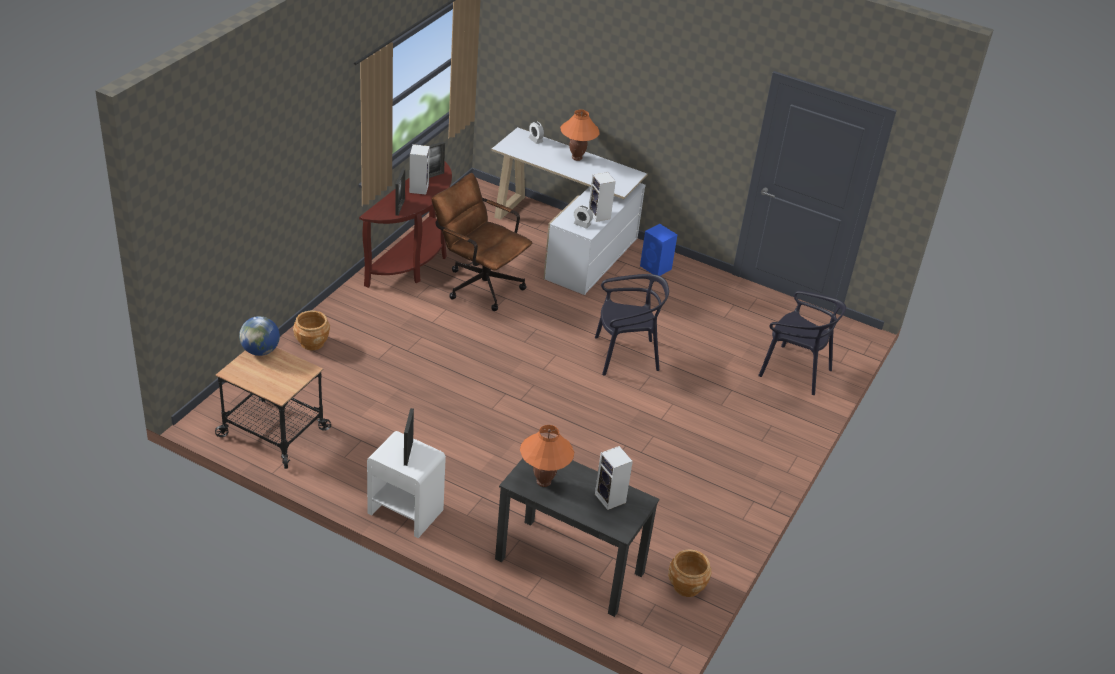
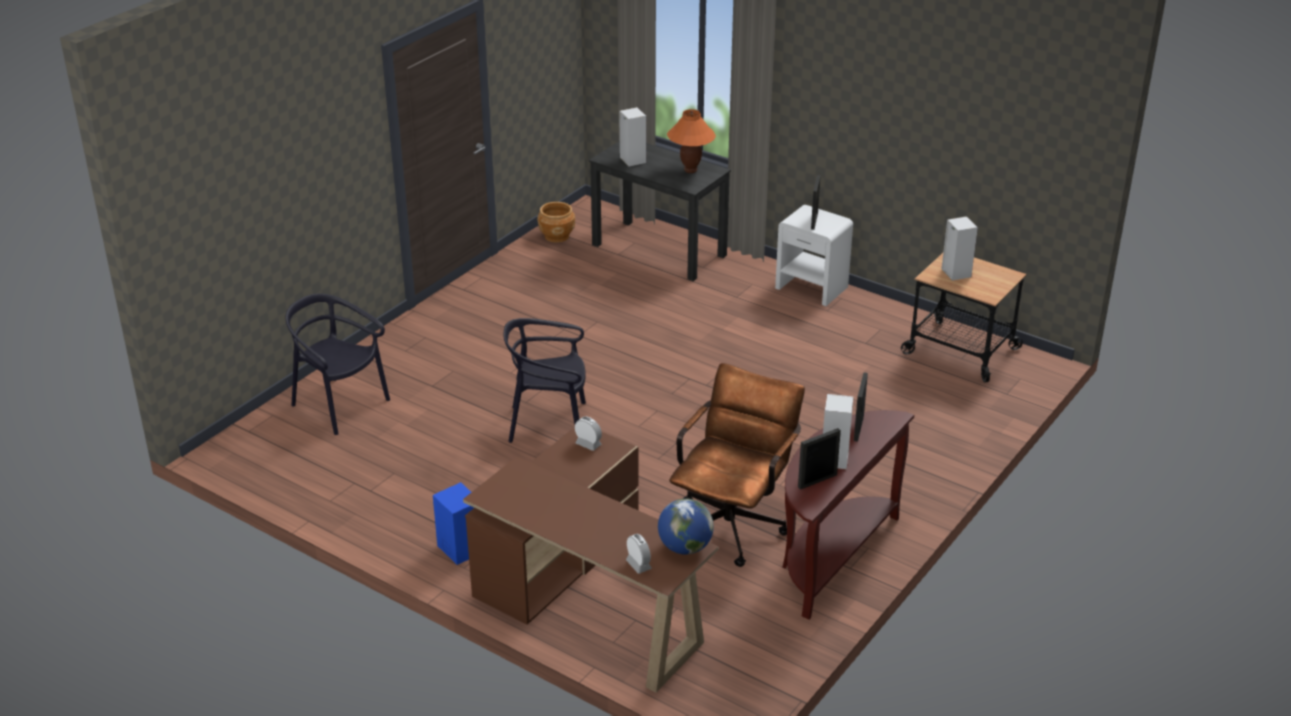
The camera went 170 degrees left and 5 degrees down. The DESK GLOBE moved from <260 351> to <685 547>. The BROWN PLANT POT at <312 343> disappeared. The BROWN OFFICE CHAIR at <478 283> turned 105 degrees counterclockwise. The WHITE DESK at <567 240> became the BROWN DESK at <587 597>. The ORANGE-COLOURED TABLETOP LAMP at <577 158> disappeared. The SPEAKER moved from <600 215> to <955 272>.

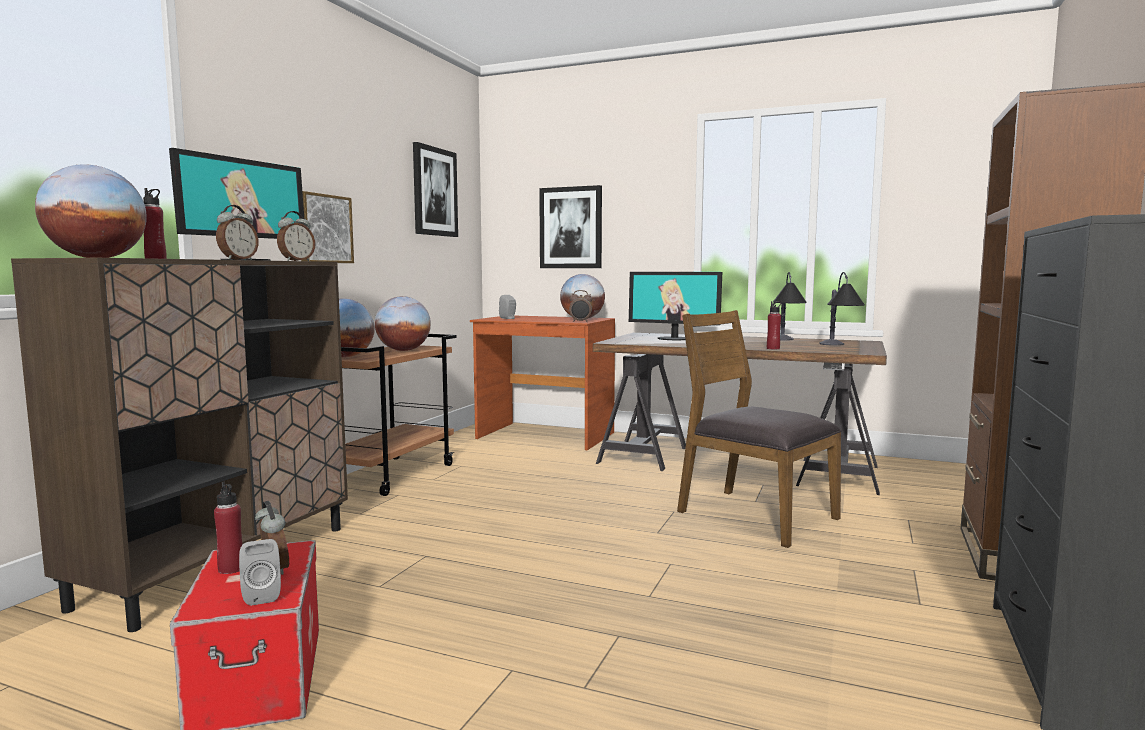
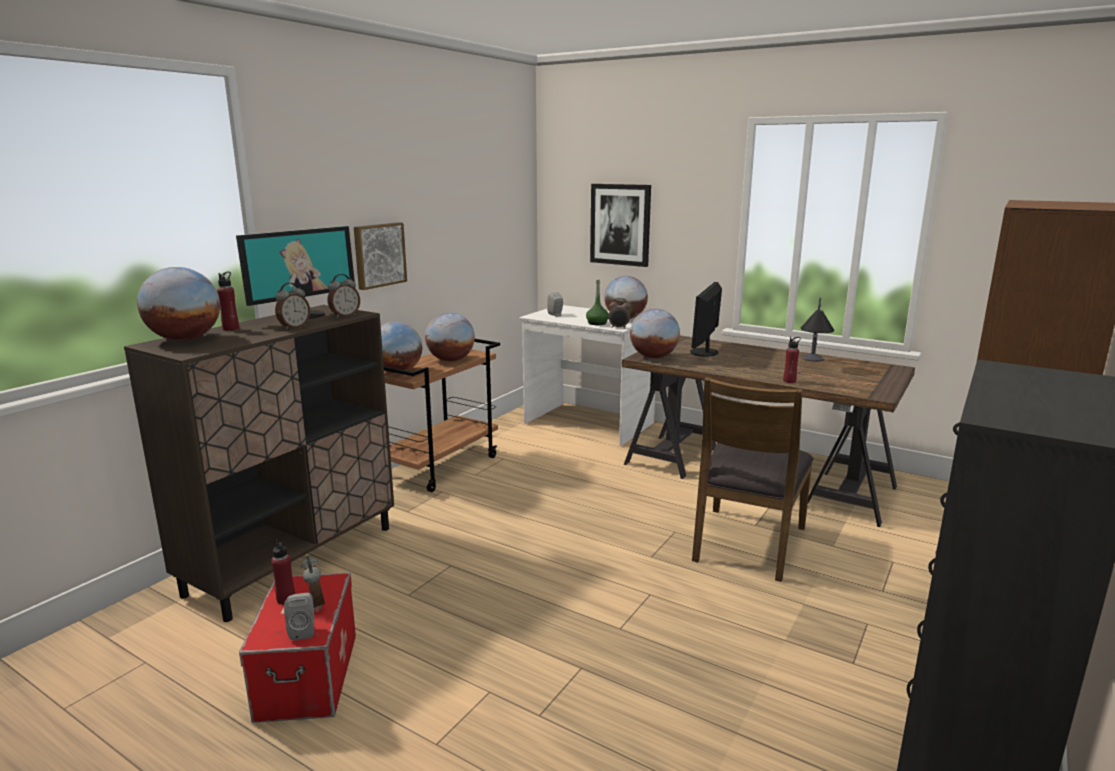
The camera went 10 degrees right and 10 degrees up. The PICTURE at <434 192> disappeared. The BROWN DESK at <544 436> became the WHITE DESK at <587 423>. The COMPUTER DISPLAY at <674 338> turned 75 degrees clockwise. The BROWN CHAIR at <754 515> turned 120 degrees counterclockwise. The TABLETOP LAMP at <839 346> disappeared. The GREEN BEVERAGE BOTTLE at <597 323> appeared. The DESK GLOBE at <653 357> appeared.

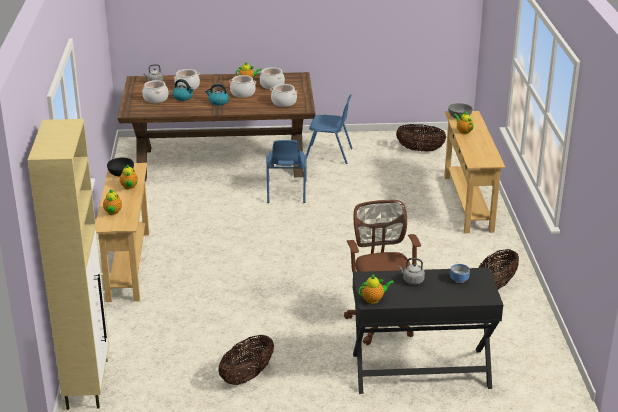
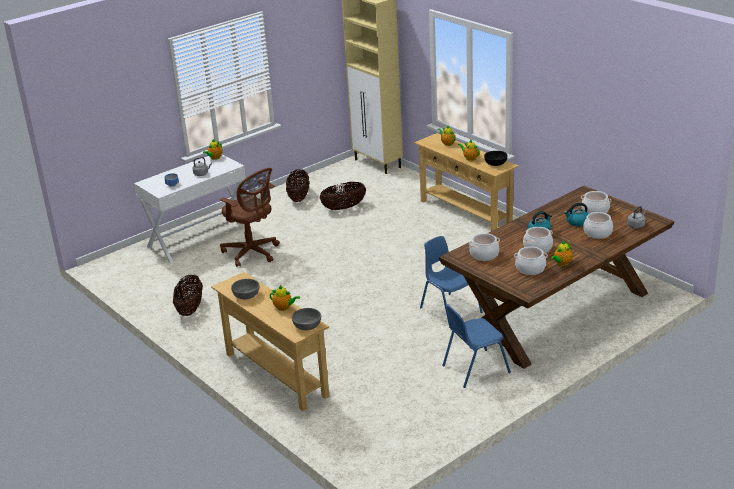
The camera went 145 degrees right and 0 degrees up. The BLACK-COLOURED DESK at <421 371> became the WHITE DESK at <199 238>. The STORAGE BASKET moved from <420 150> to <343 208>. The GRAY BOWL at <246 295> appeared.

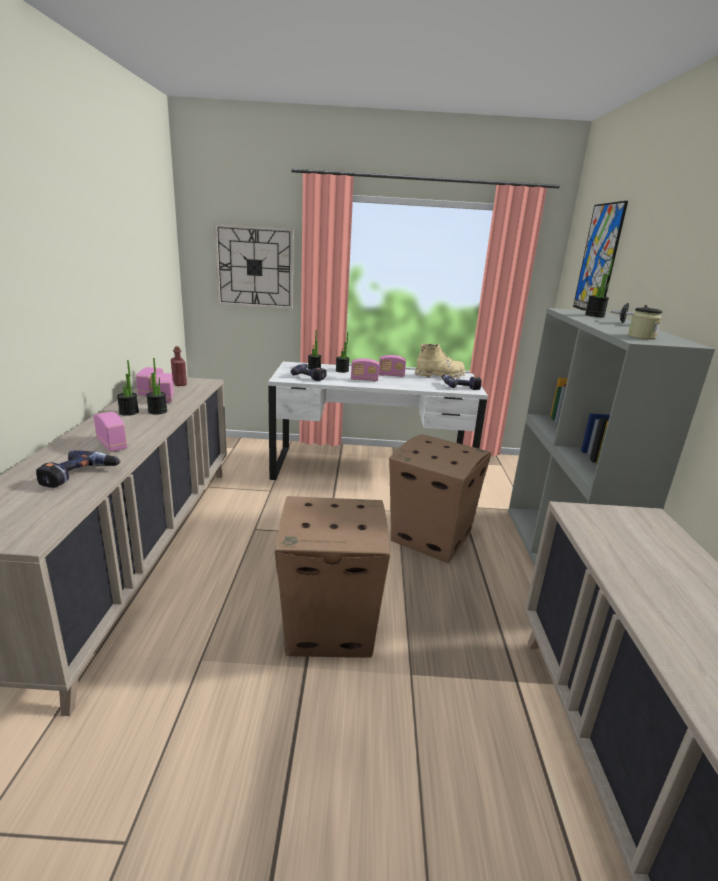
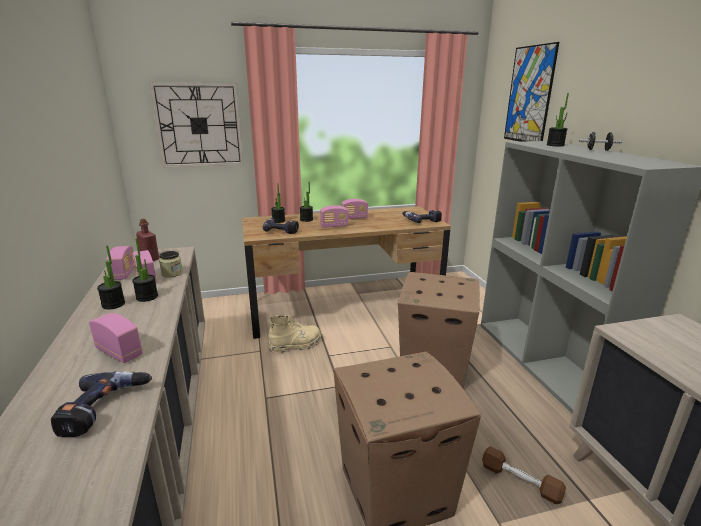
The camera went 15 degrees left and 0 degrees up. The WHITE DESK at <371 469> became the BROWN DESK at <343 308>. The BEIGE TALL BOOT moved from <440 376> to <295 345>. The STORAGE JAR moved from <641 337> to <172 273>. The BROWN HAND WEIGHT at <520 481> appeared.

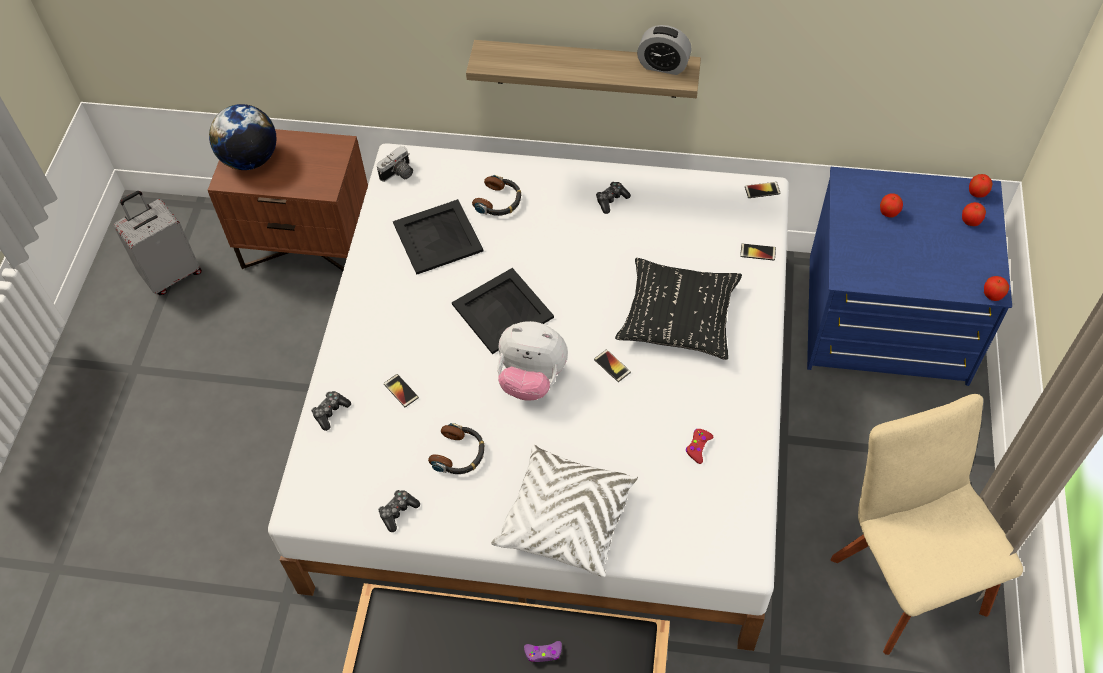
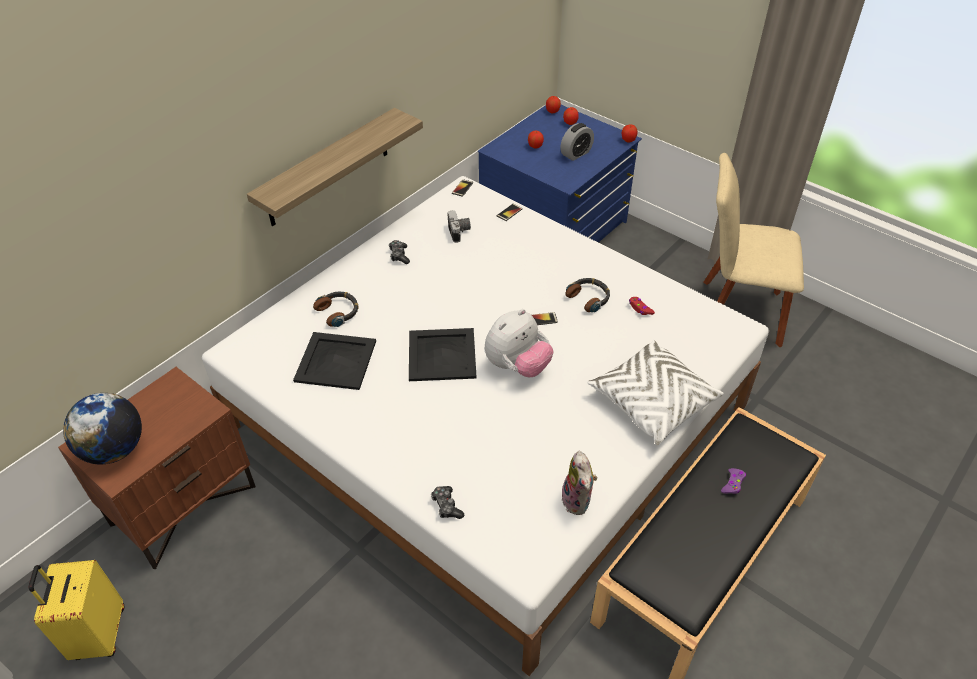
The camera went 60 degrees left and 10 degrees down. The GRAY TRAVEL CASE at <171 274> became the YELLOW TRAVEL CASE at <98 634>. The STILL CAMERA moved from <398 174> to <459 232>. The GAMEPAD at <398 512> was replaced by the SOFT TOY at <578 501>. The PHONE at <401 391> disappeared. The PAIR OF HEADPHONES moved from <459 454> to <589 298>. The BLACK-COLOURED PILLOW at <678 316> disappeared. The TABLE CLOCK moved from <663 66> to <576 154>.

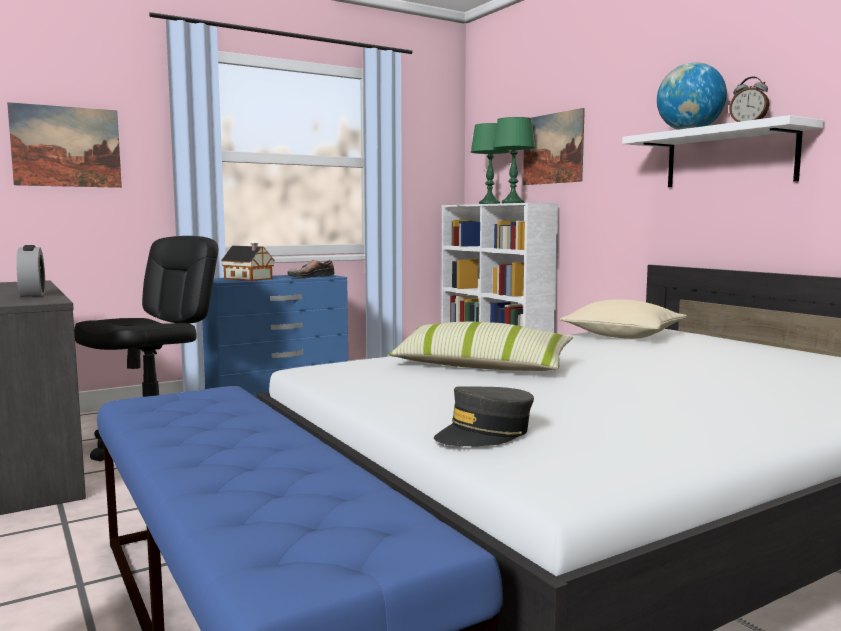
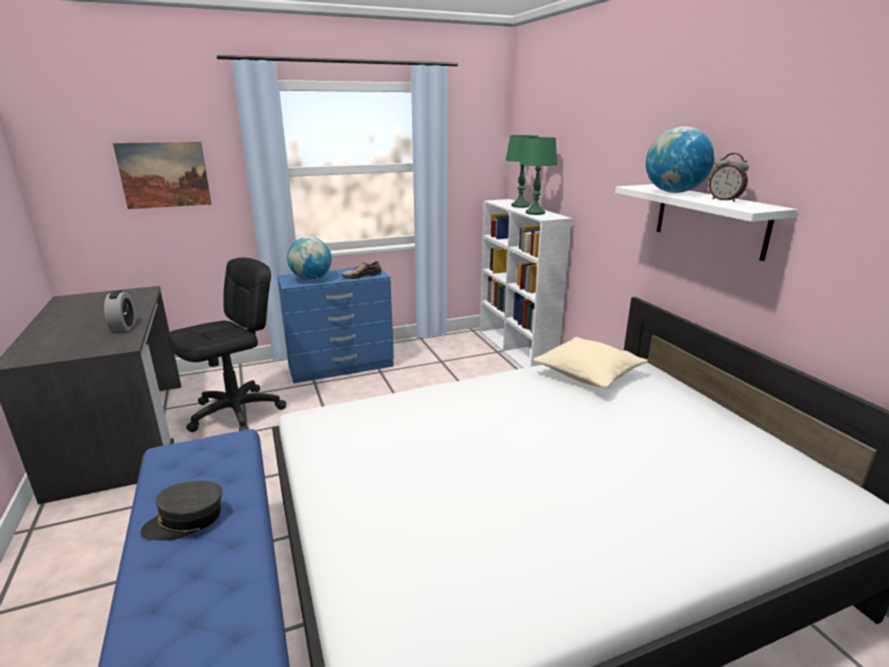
The camera went 10 degrees right and 15 degrees up. The TOY HOUSE at <249 279> was replaced by the DESK GLOBE at <311 279>. The PILLOW at <480 366> disappeared. The GRAY CAP moved from <485 434> to <186 520>. The PICTURE at <552 148> disappeared.

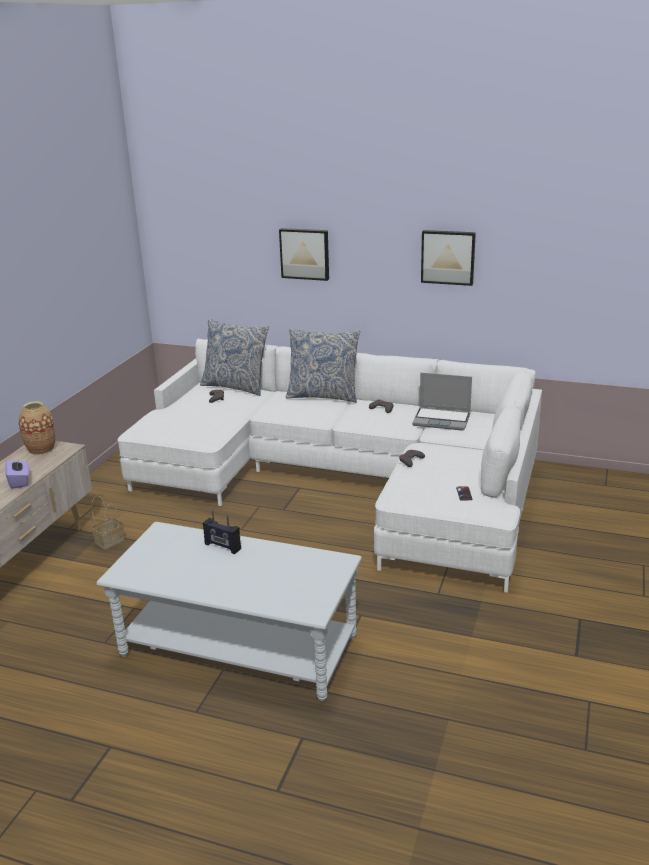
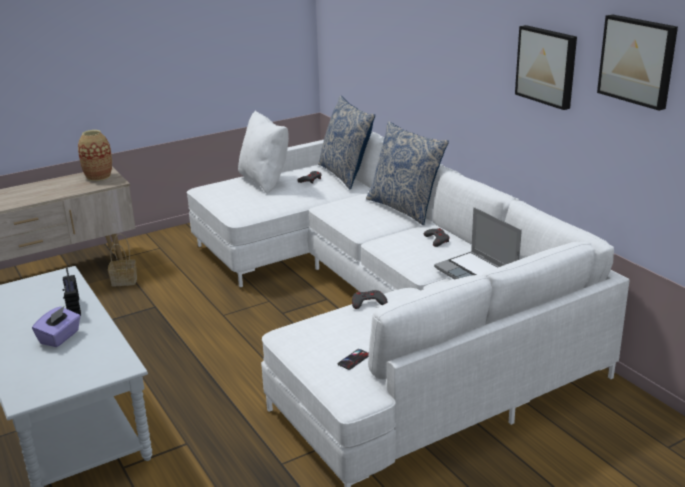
The camera went 40 degrees right and 0 degrees up. The PURPLE-COLOURED TISSUE HOLDER moved from <20 481> to <60 337>. The PICTURE moved from <305 253> to <638 60>. The WHITE PILLOW at <265 181> appeared.

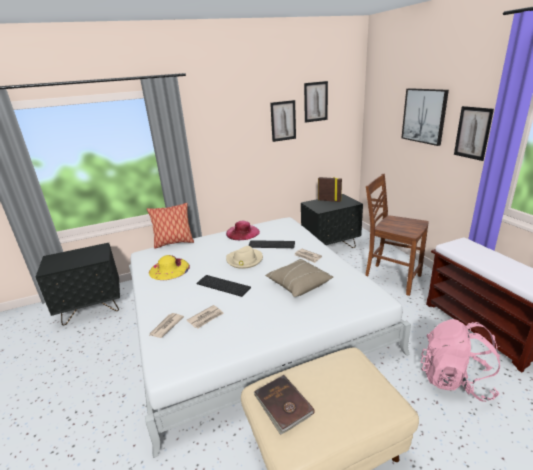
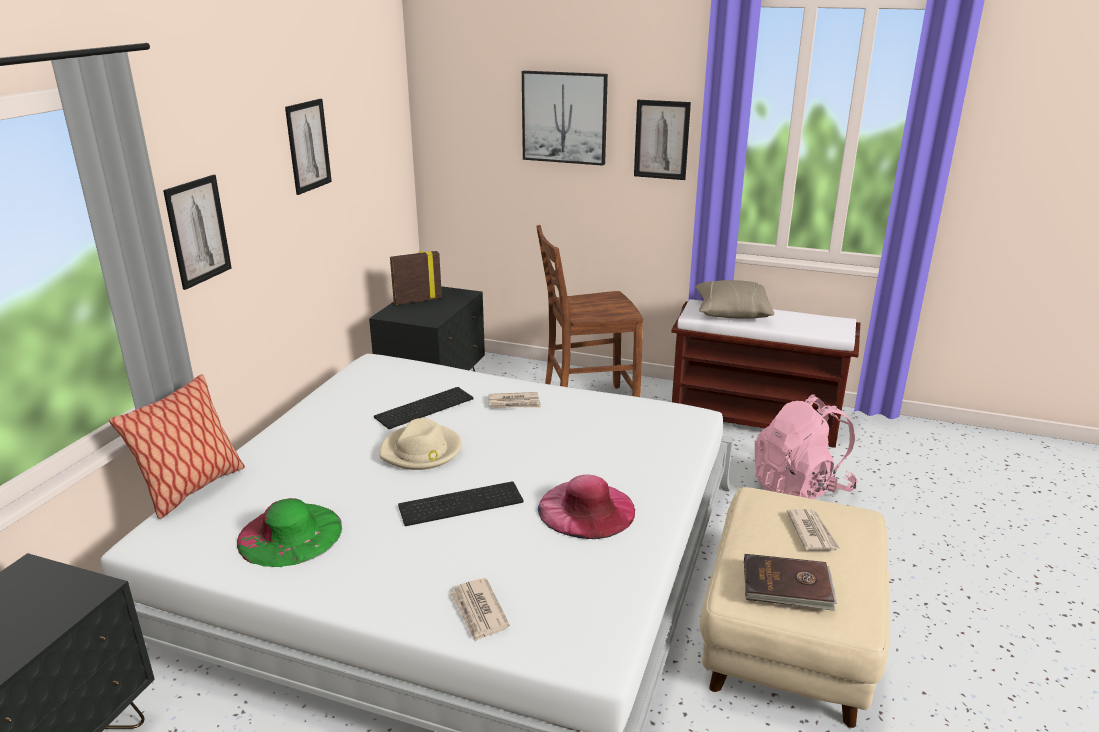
The camera went 50 degrees left and 0 degrees up. The YELLOW CLOTHING HAT at <169 269> became the GREEN CLOTHING HAT at <290 534>. The NEWSPAPER moved from <206 318> to <812 532>. The PINK CLOTHING HAT moved from <242 232> to <586 509>. The BEIGE PILLOW moved from <298 284> to <731 312>. The PICTURE moved from <315 102> to <198 231>.

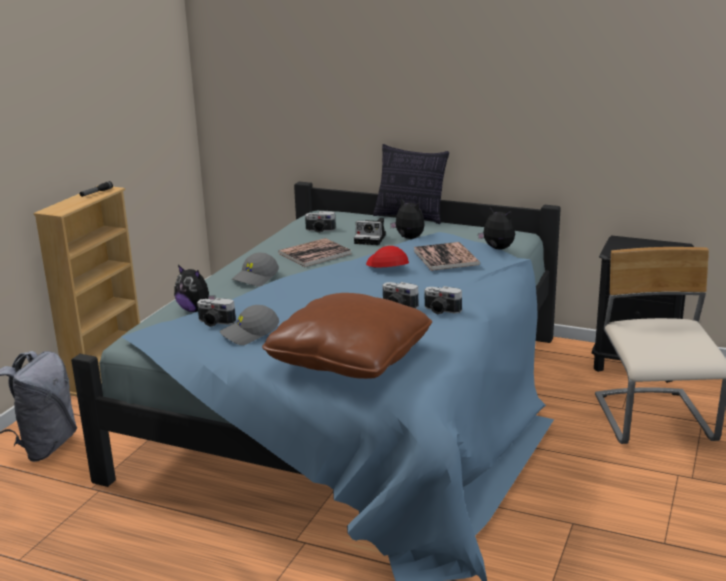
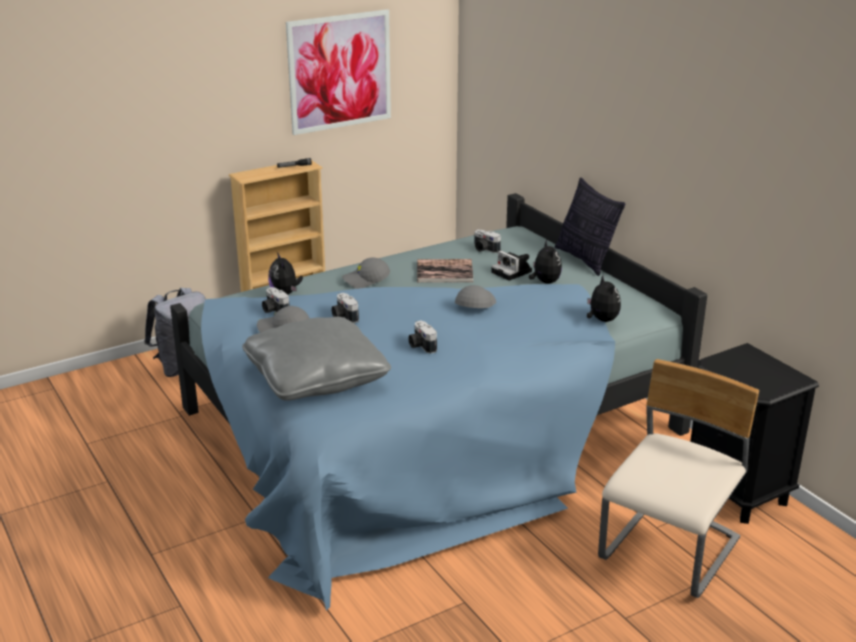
The camera went 35 degrees right and 5 degrees up. The BROWN PILLOW at <349 359> became the GRAY PILLOW at <316 378>. The REDDISH CAP at <386 266> became the GRAY CAP at <474 304>. The BOOK at <446 257> disappeared. The STILL CAMERA moved from <441 311> to <343 316>. The PICTURE at <339 71> appeared.

